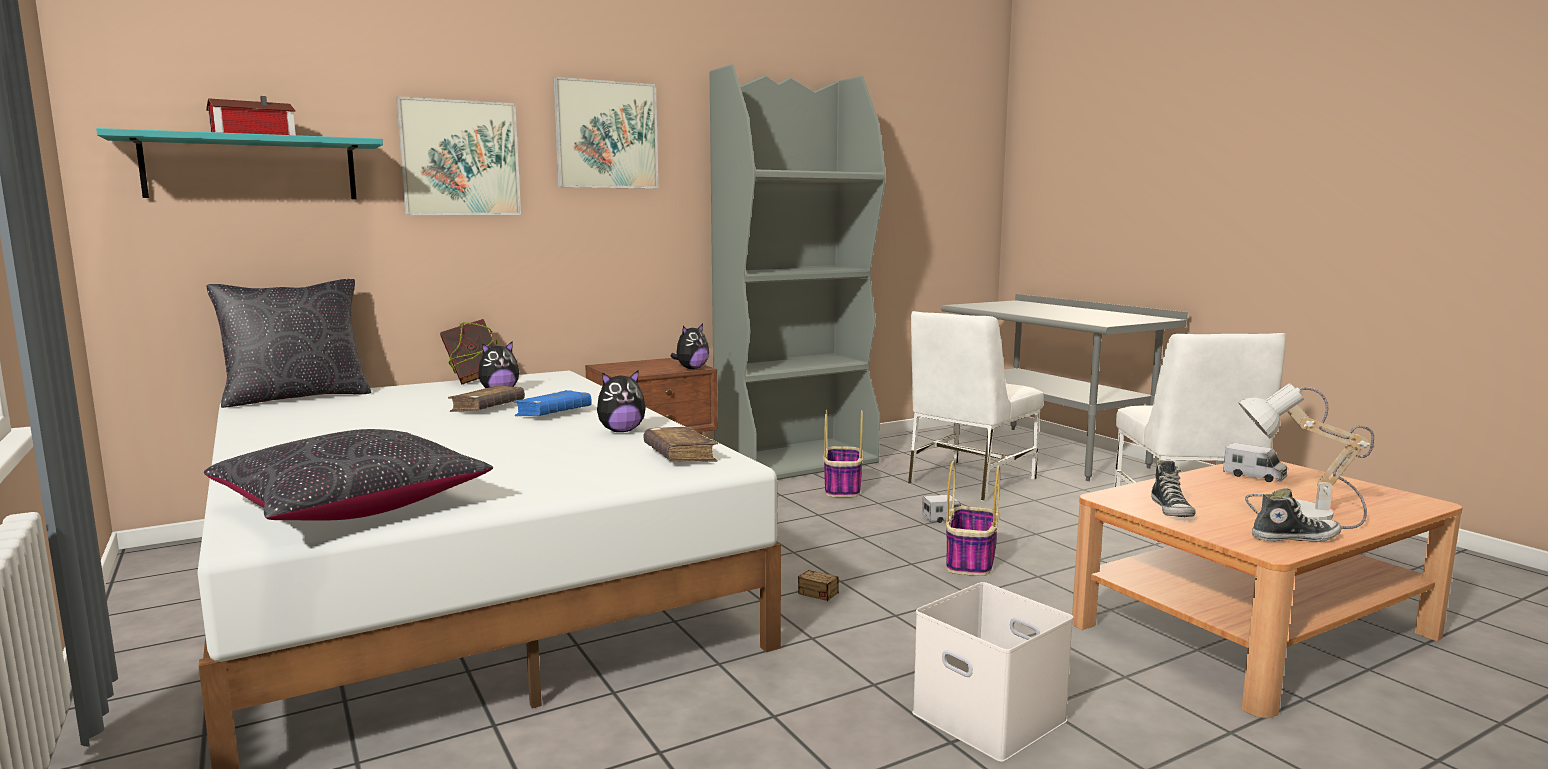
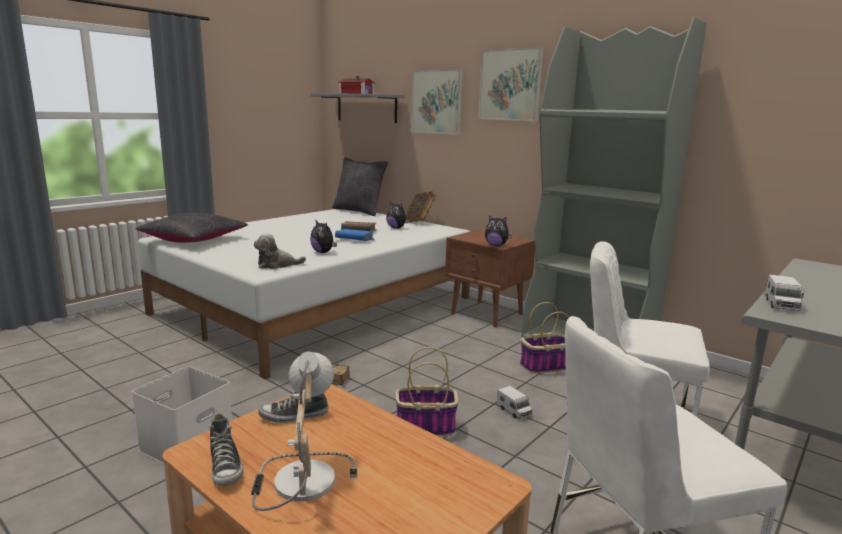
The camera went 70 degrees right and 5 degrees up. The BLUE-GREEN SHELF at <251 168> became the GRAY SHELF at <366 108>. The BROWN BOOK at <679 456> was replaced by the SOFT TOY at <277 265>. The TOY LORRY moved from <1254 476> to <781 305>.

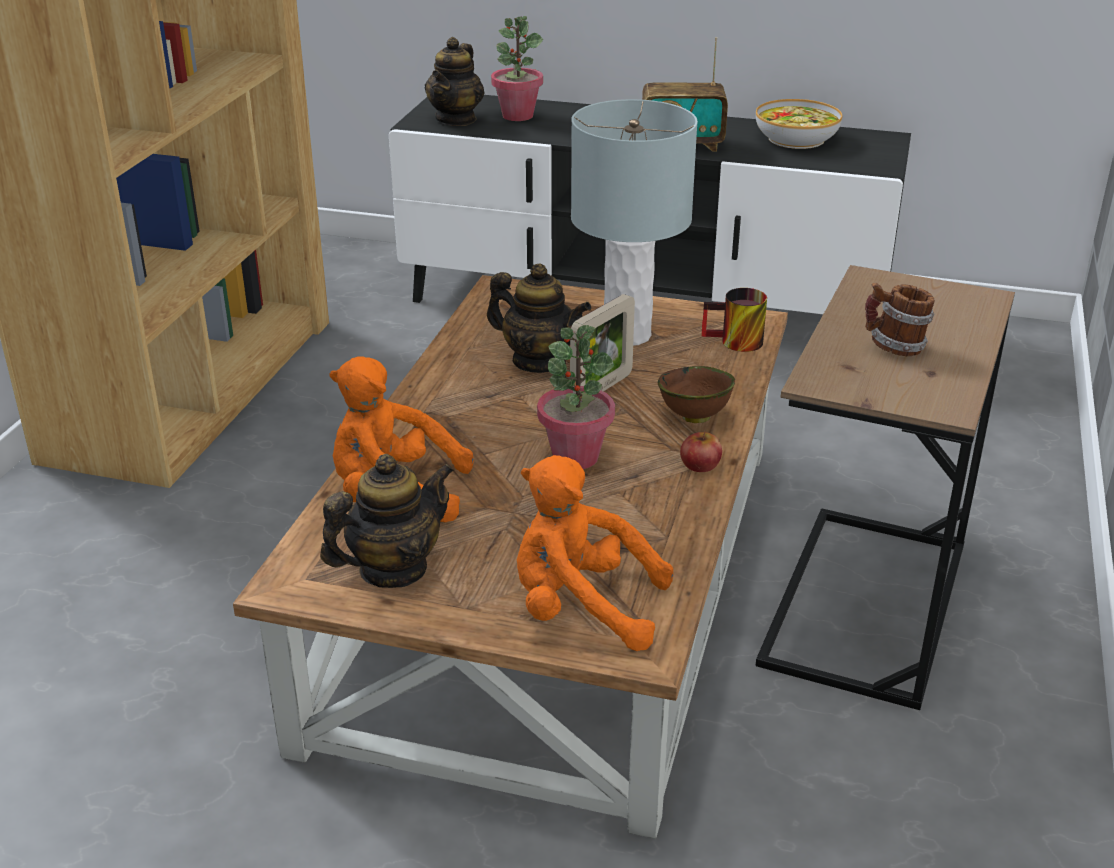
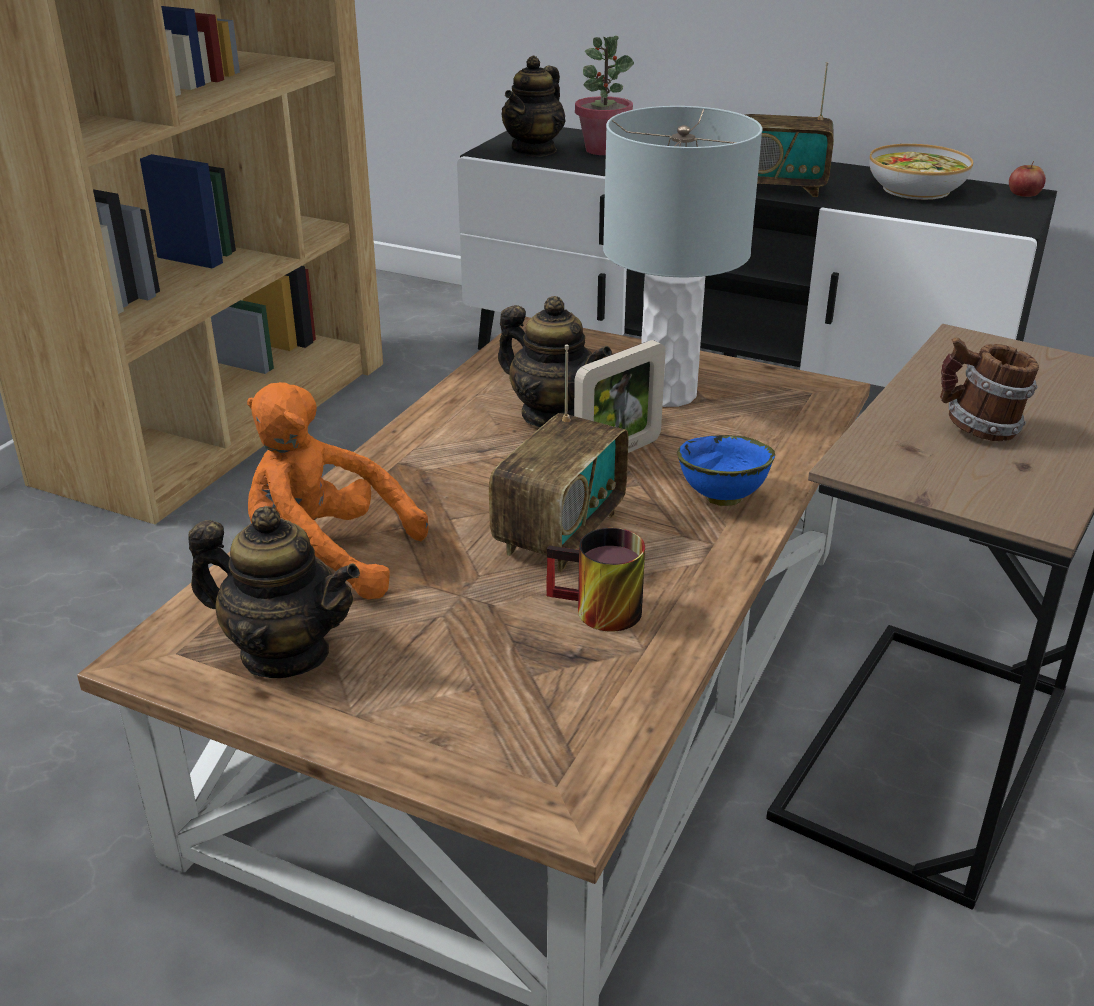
The camera went 10 degrees right and 0 degrees up. The TEAPOT at <393 569> turned 45 degrees clockwise. The ORANGE-COLOURED SOFT TOY at <581 608> disappeared. The HOUSEPLANT at <575 457> was replaced by the RADIO SET at <560 533>. The BROWN BOWL at <693 417> became the BLUISH BOWL at <720 498>. The APPLE moved from <700 464> to <1024 193>. The COFFEE MUG moved from <734 343> to <596 613>.

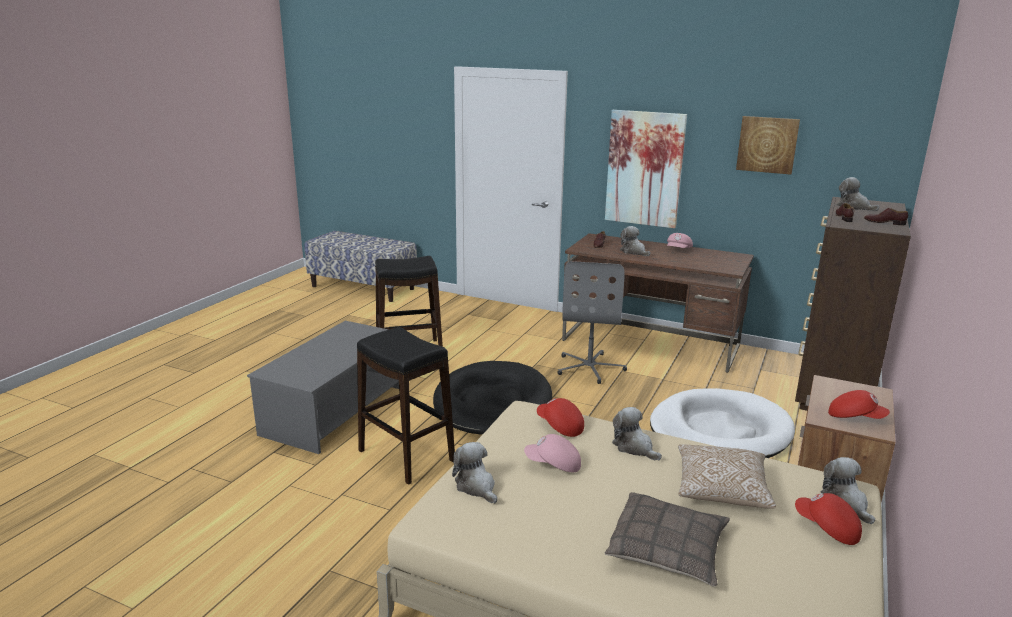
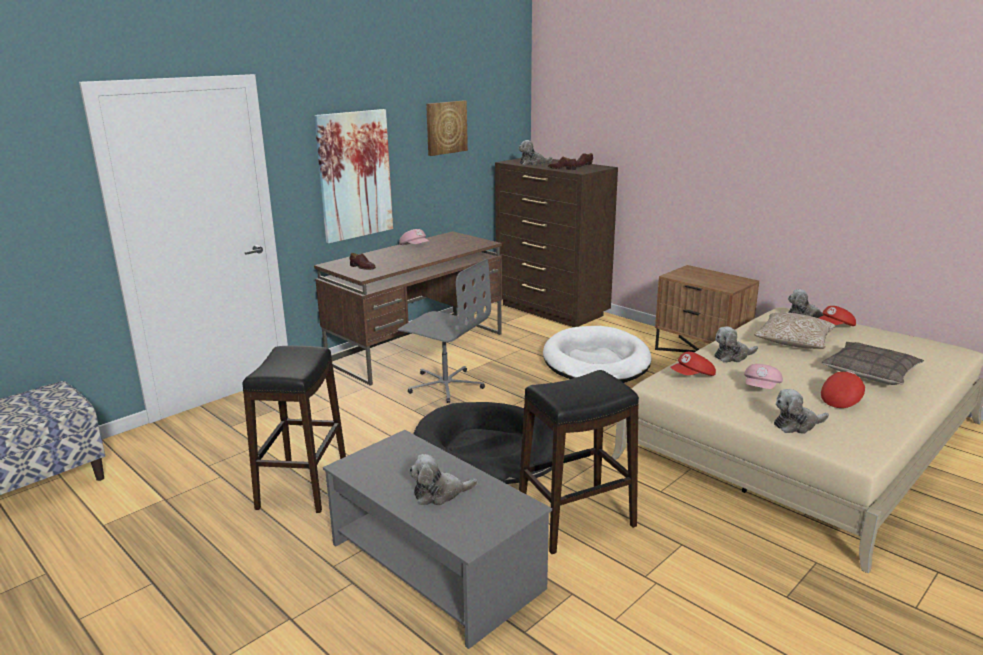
The camera went 70 degrees left and 0 degrees up. The SOFT TOY moved from <634 252> to <440 494>. The REDDISH CAP moved from <855 417> to <842 399>.

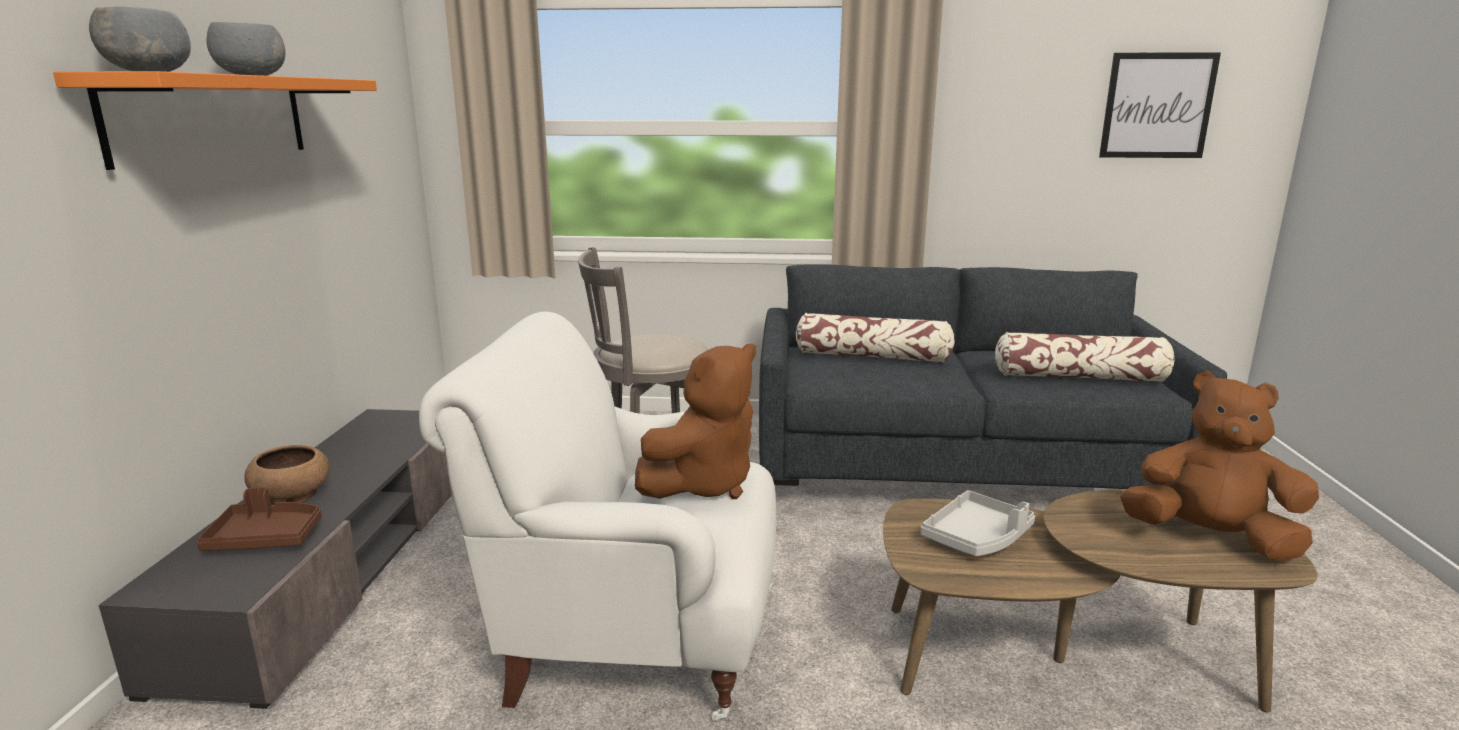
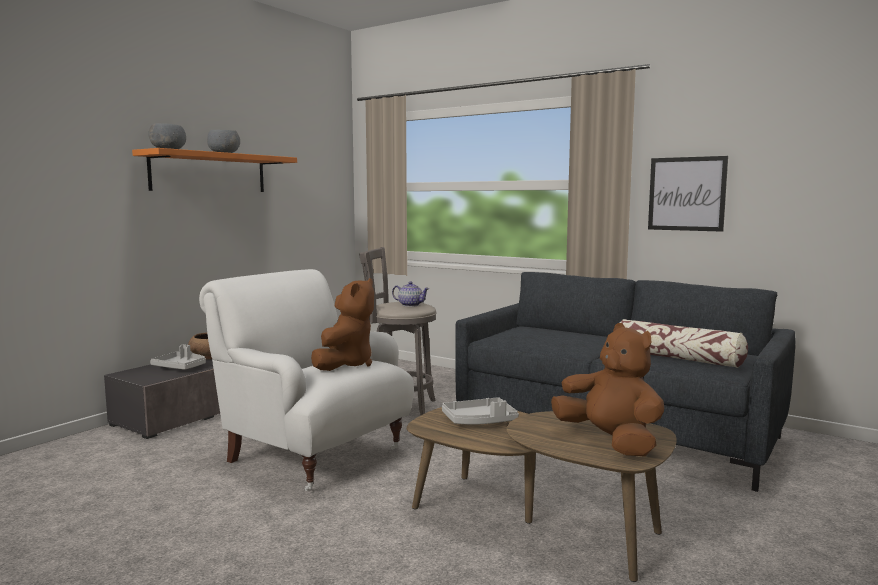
The camera went 30 degrees right and 10 degrees down. The BROWN SERVING TRAY at <266 538> became the GRAY SERVING TRAY at <180 367>. The BROWN SOFT TOY at <703 484> turned 60 degrees counterclockwise. The PILLOW at <872 356> disappeared. The PICTURE moved from <1157 106> to <686 194>. The TEAPOT at <410 305> appeared.

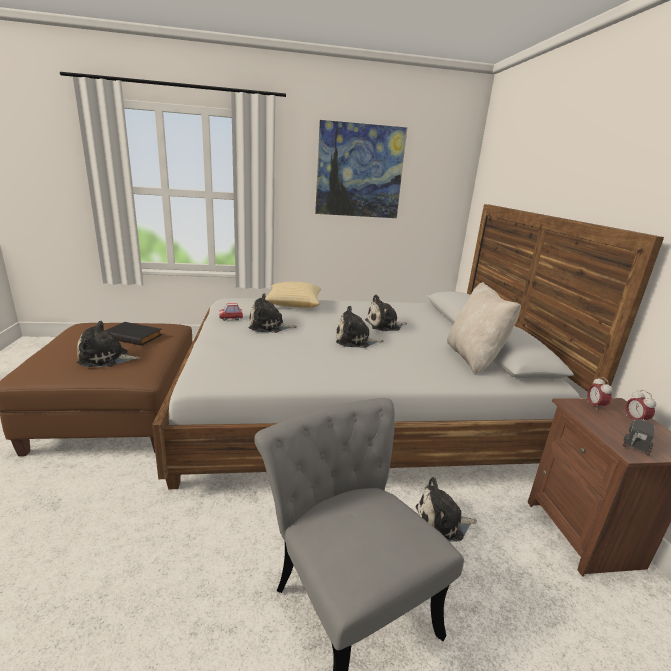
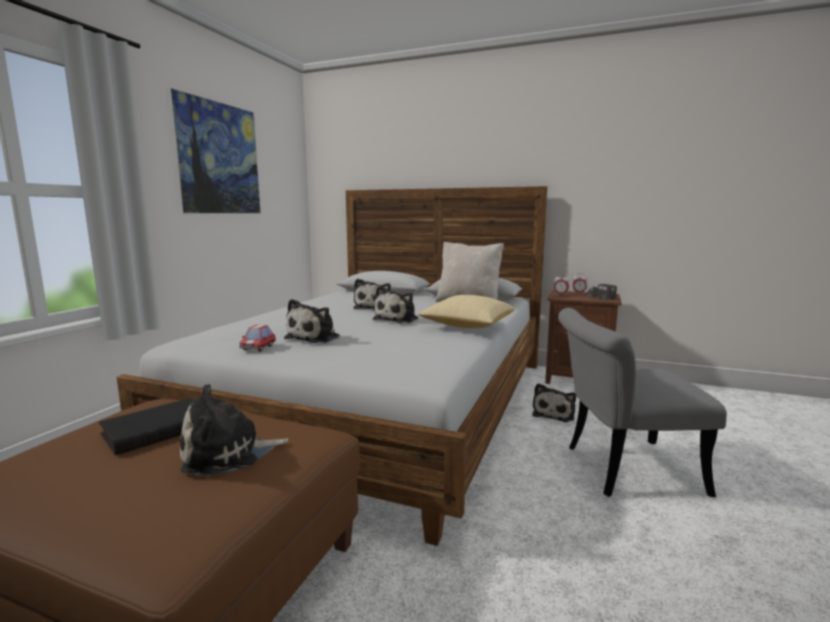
The camera went 60 degrees left and 10 degrees down. The SOFT TOY at <106 359> turned 45 degrees clockwise. The PILLOW moved from <293 305> to <467 326>.

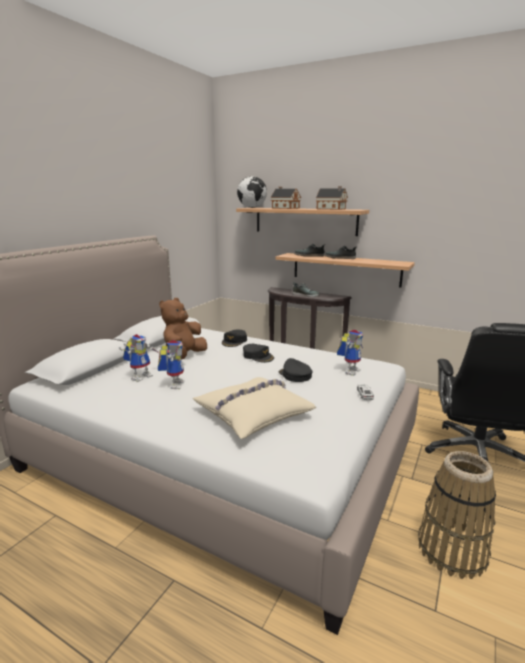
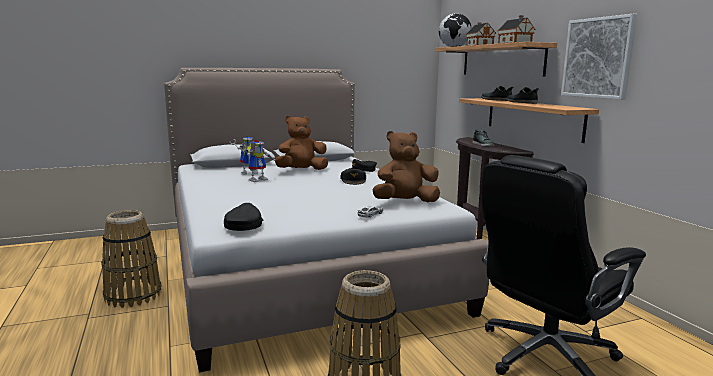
The camera went 40 degrees right and 5 degrees down. The BEIGE PILLOW at <253 413> disappeared. The BLACK-COLOURED CAP moved from <295 375> to <244 224>. The TOY ROBOT at <350 370> was replaced by the BROWN SOFT TOY at <405 202>. The STORAGE BASKET at <133 295> appeared. The PICTURE at <598 58> appeared.

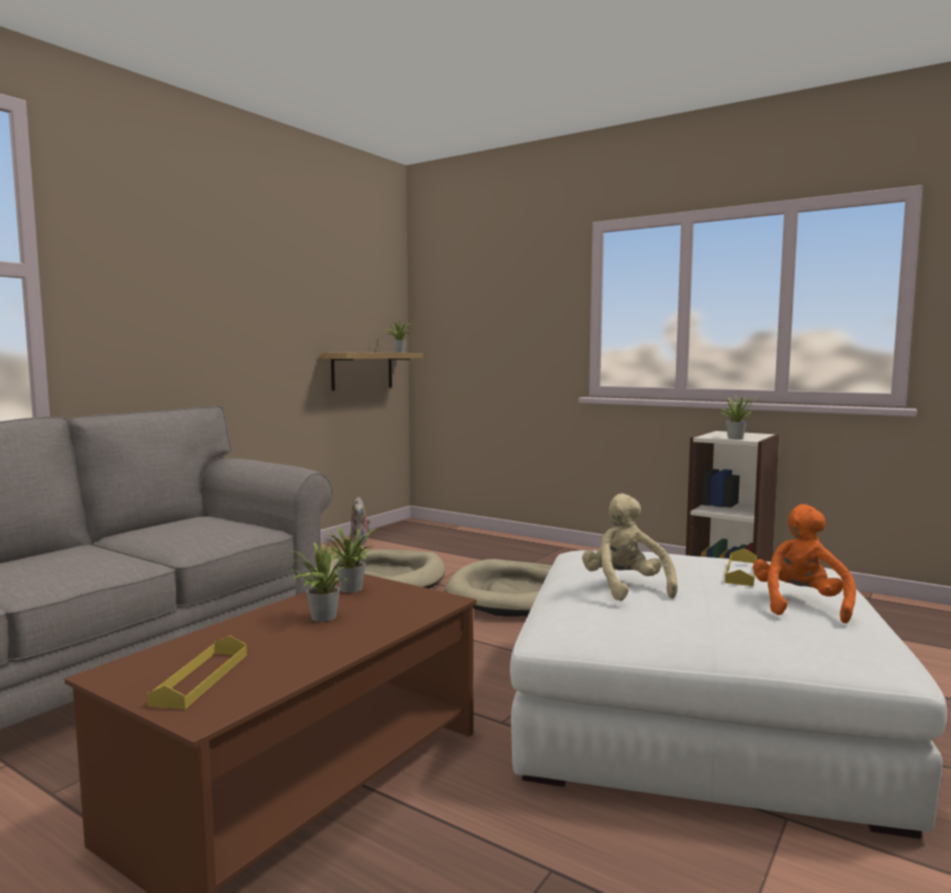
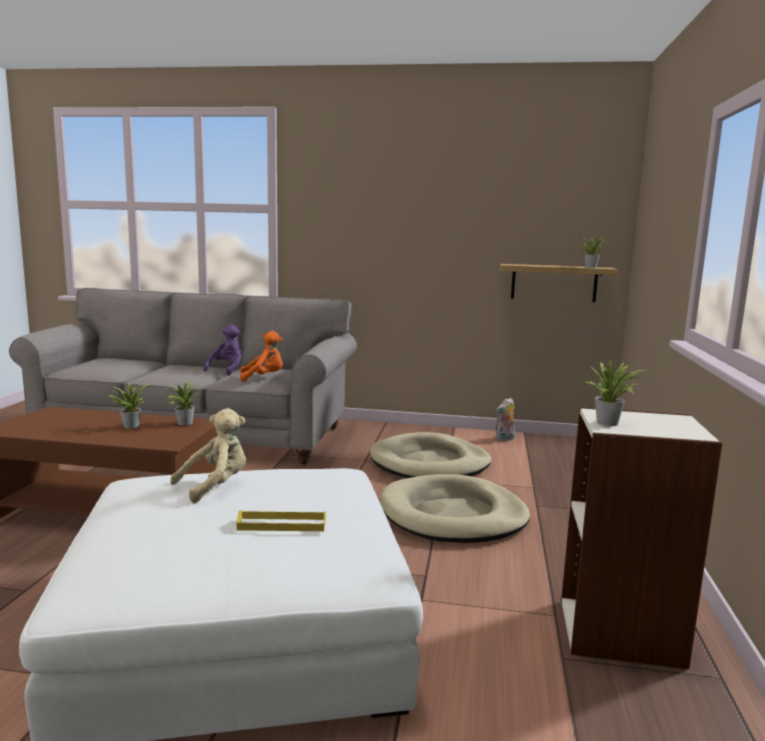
The camera went 65 degrees right and 5 degrees up. The YELLOW SERVING TRAY at <201 678> disappeared. The ORANGE-COLOURED SOFT TOY moved from <800 605> to <264 378>. The PURPLE-COLOURED SOFT TOY at <227 370> appeared.

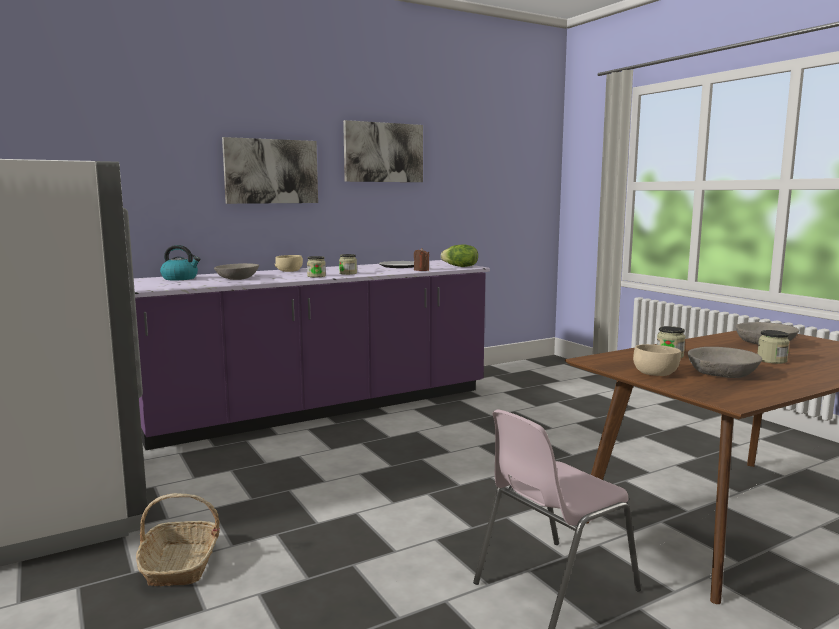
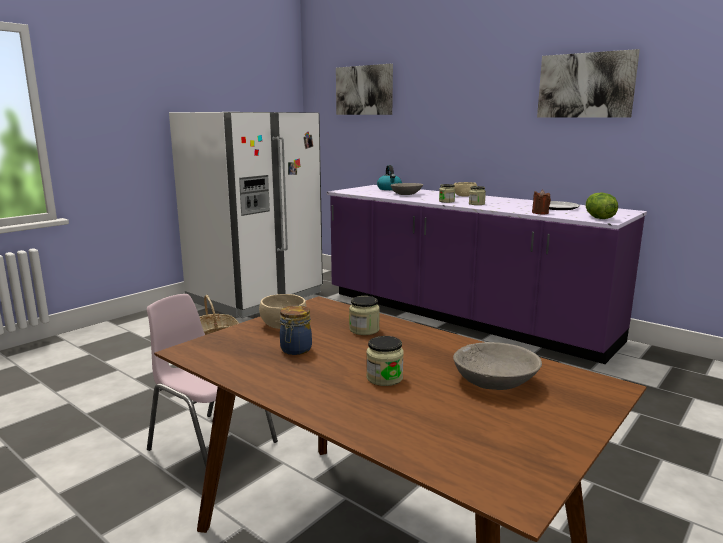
The camera went 70 degrees right and 5 degrees up. The PICTURE moved from <271 171> to <364 90>. The GRAY BOWL at <722 374> was replaced by the STORAGE JAR at <295 350>.

